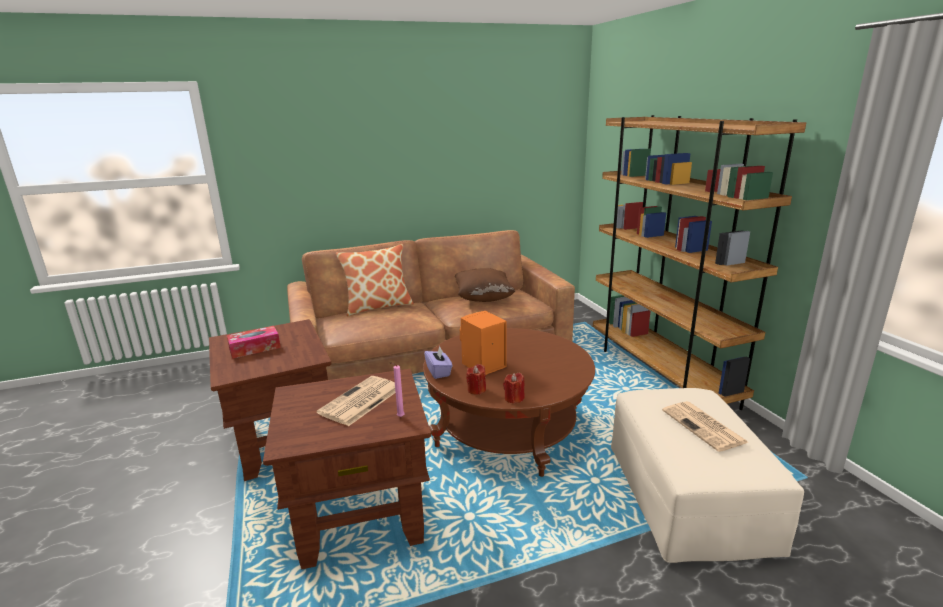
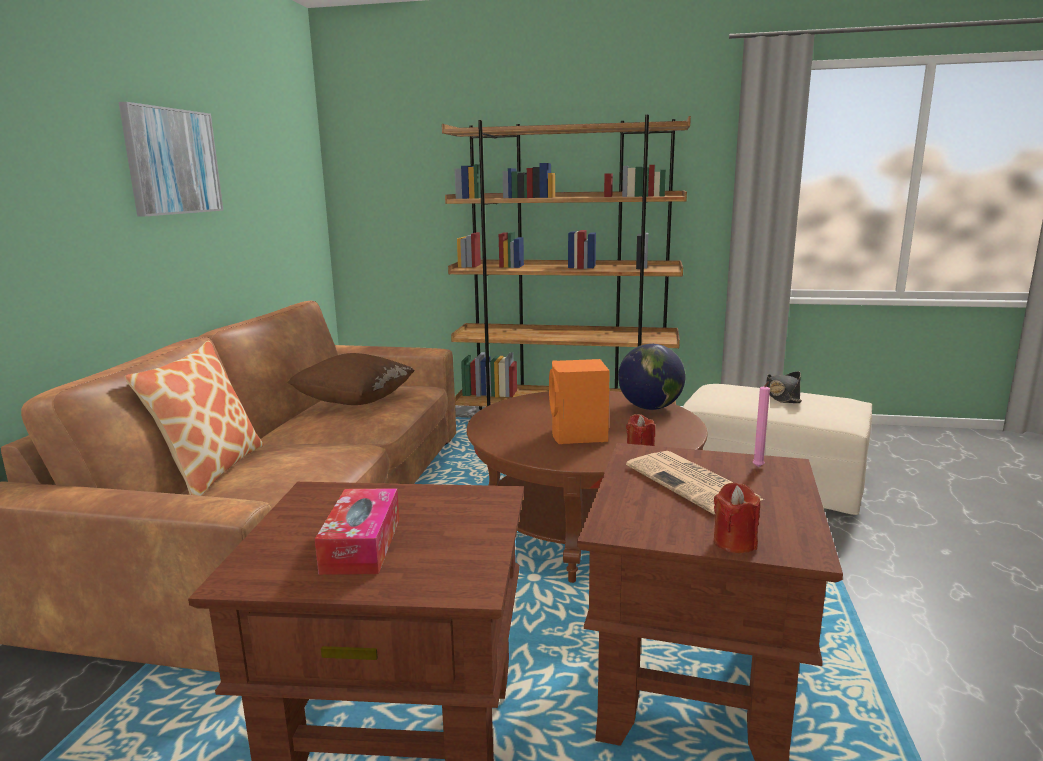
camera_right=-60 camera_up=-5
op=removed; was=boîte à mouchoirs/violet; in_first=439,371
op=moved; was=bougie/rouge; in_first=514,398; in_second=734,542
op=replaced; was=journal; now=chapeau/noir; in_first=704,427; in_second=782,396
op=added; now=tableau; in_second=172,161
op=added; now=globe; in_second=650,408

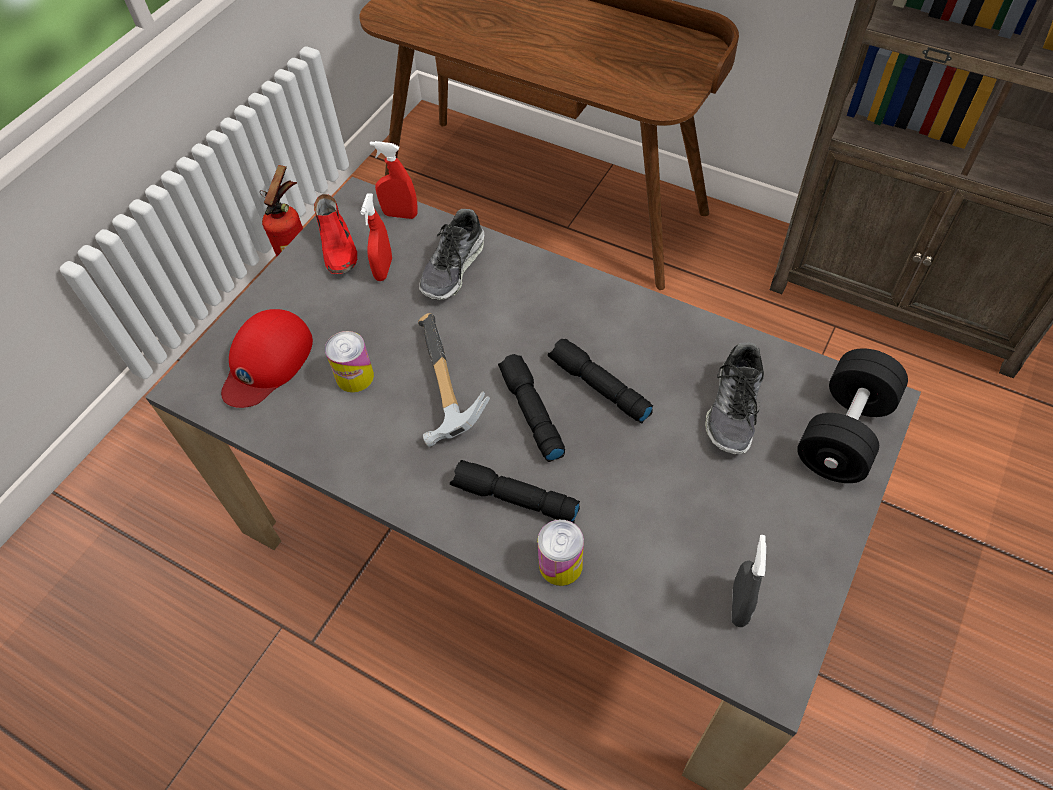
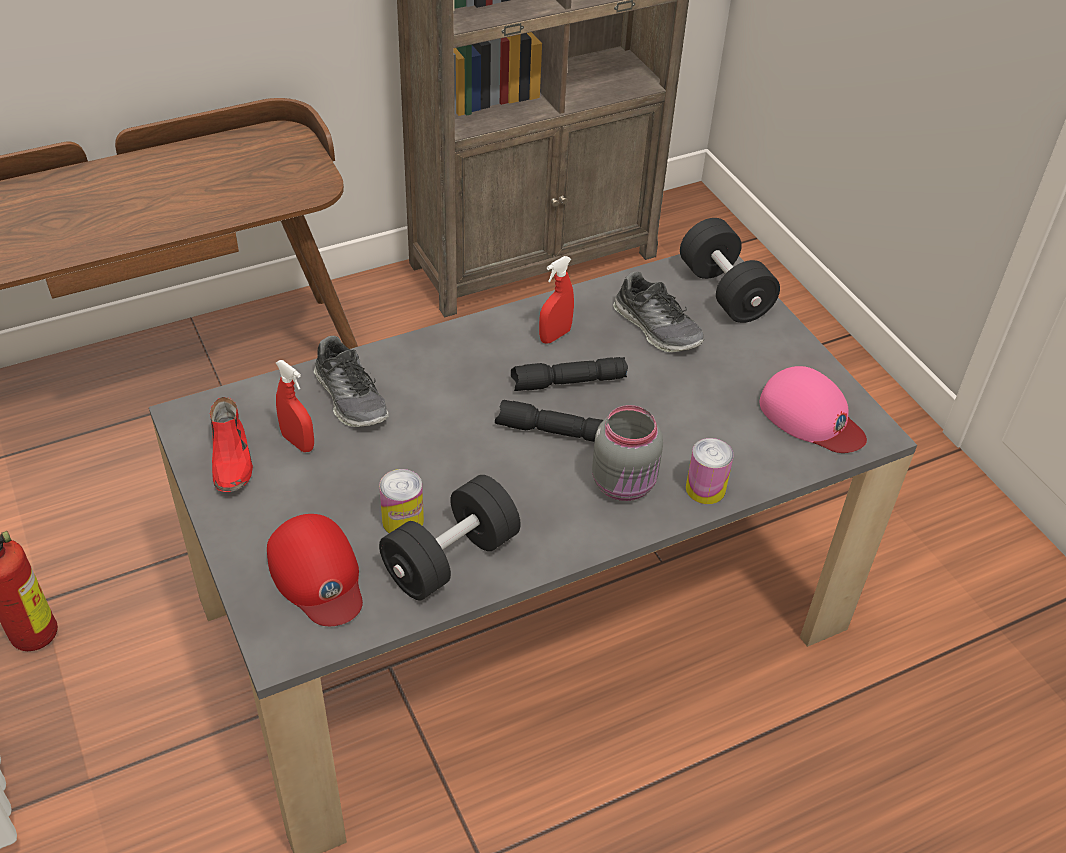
camera_right=-60 camera_up=-10
op=turned; was=chaussure/rouge; in_first=338,247; in_second=232,459; clockwise=60
op=moved; was=vaporisateur/rouge; in_first=400,214; in_second=555,336
op=removed; was=marteau; in_first=439,388
op=replaced; was=lampe de poche/noir; now=bocal/gris; in_first=513,499; in_second=625,484
op=replaced; was=vaporisateur/gris; now=casquette/rose; in_first=739,605; in_second=811,417
op=added; now=haltère/noir; in_second=450,558

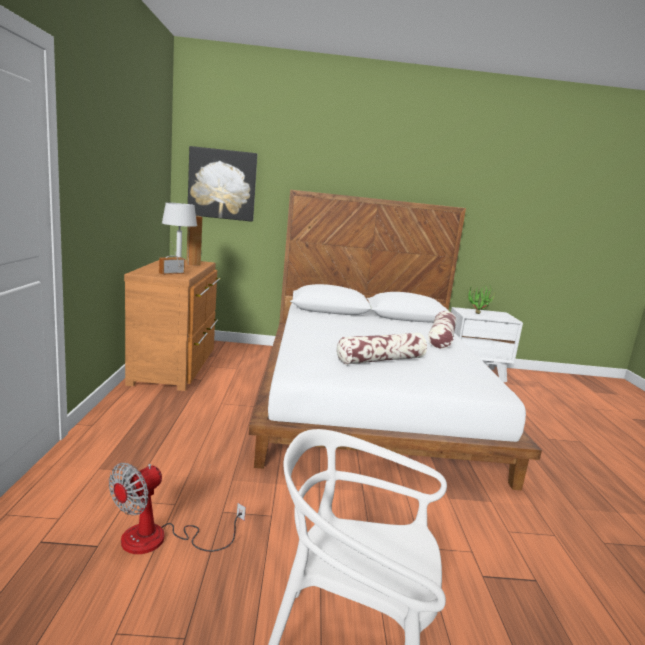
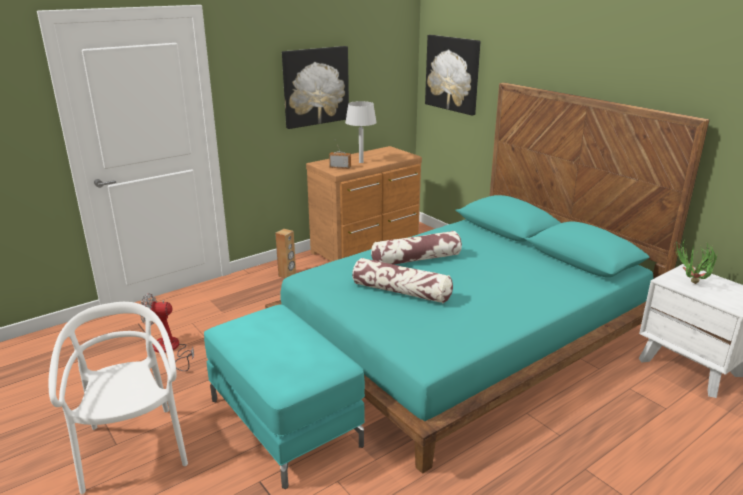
camera_right=55 camera_up=10
op=moved; was=enceinte/marron; in_first=193,264; in_second=287,275
op=recoloured; was=lit/blanc; now=lit/turquoise; in_first=370,401; in_second=465,338
op=moved; was=coussin; in_first=441,338; in_second=416,259
op=added; now=pouf/turquoise; in_second=285,422
op=added; now=tableau; in_second=315,86

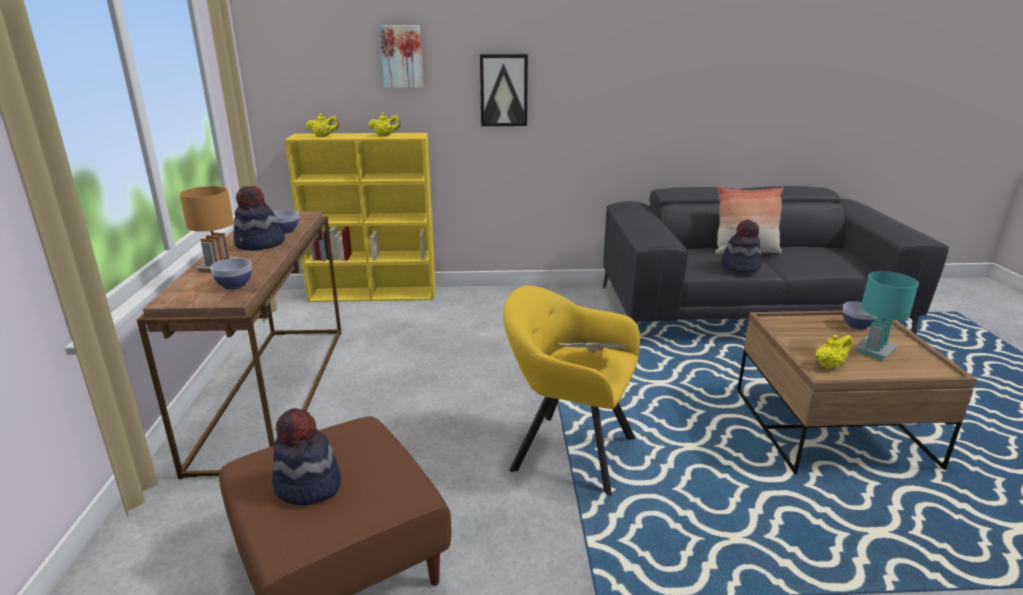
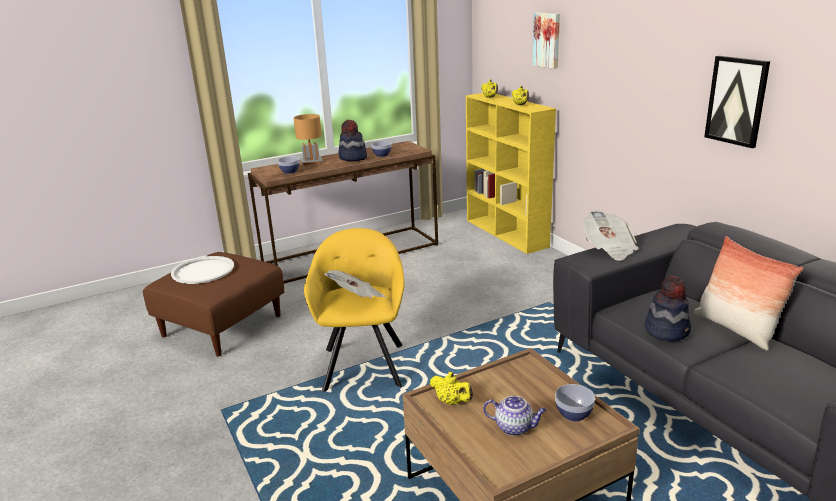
camera_right=65 camera_up=0
op=replaced; was=chapeau; now=plateau/blanc; in_first=307,486; in_second=203,271
op=moved; was=tableau; in_first=503,90; in_second=737,101
op=replaced; was=lampe de table/turquoise; now=théière; in_first=874,350; in_second=514,427
op=added; now=journal; in_second=608,249

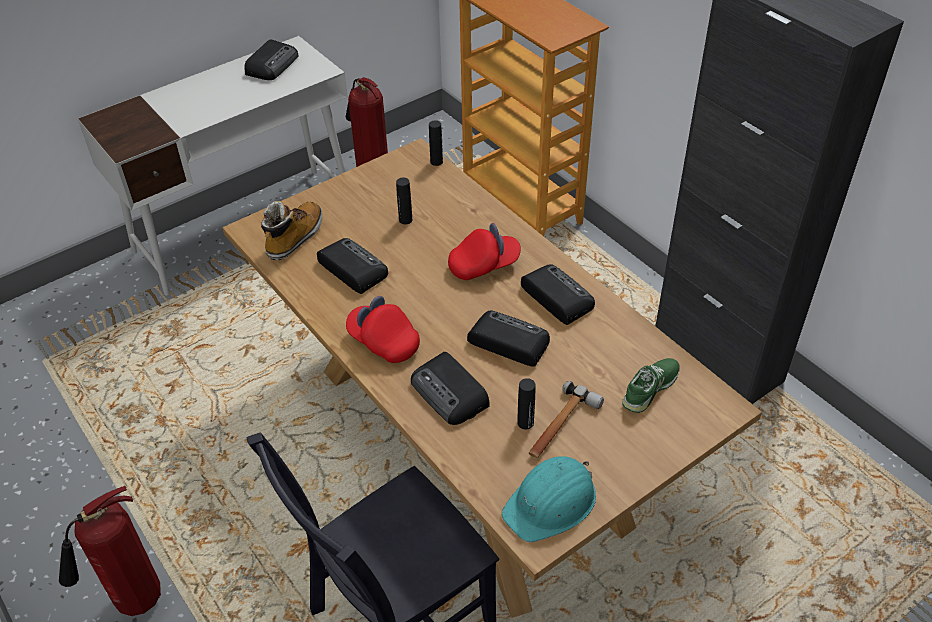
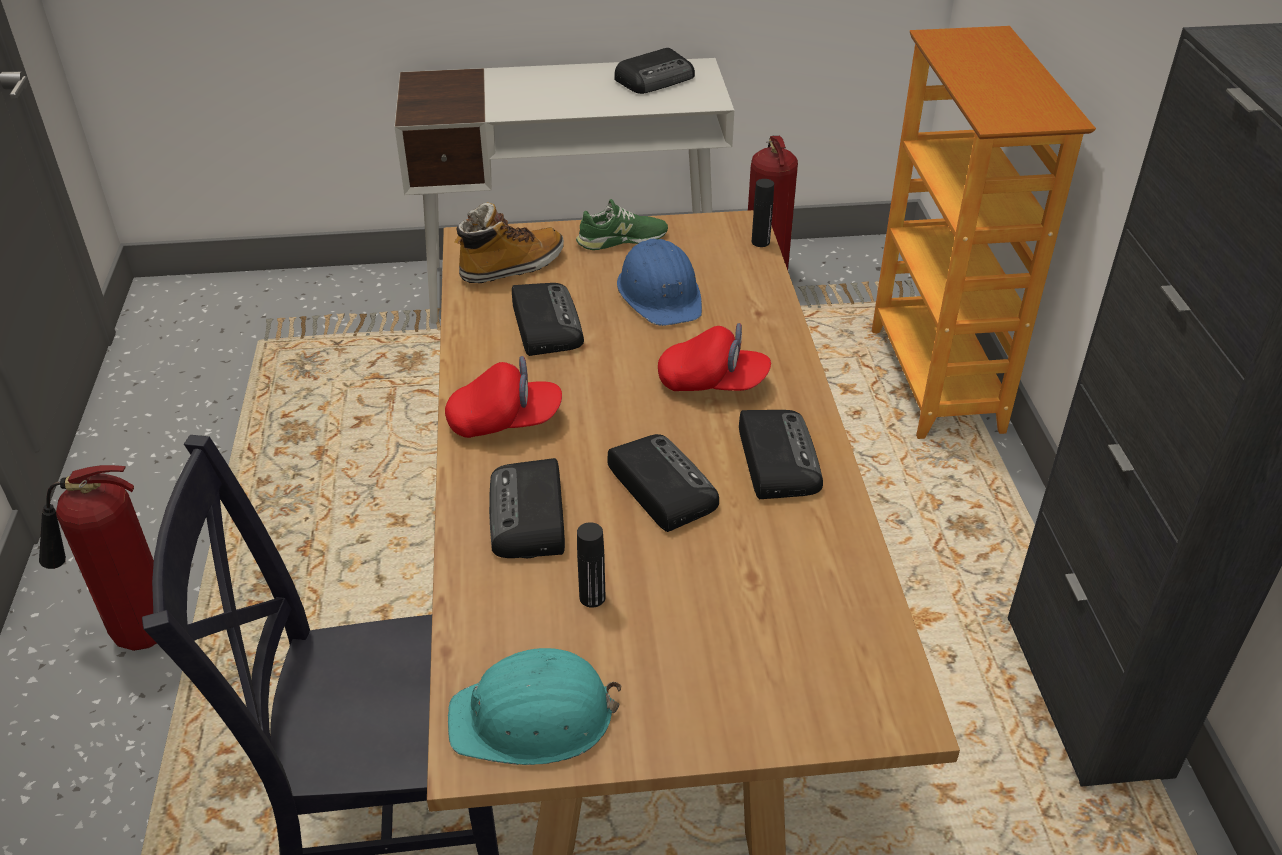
camera_right=30 camera_up=-5
op=turned; was=casquette/rouge; in_first=383,342; in_second=505,421; clockwise=105
op=replaced; was=bouteille/noir; now=casque de chantier/bleu; in_first=405,220; in_second=660,294
op=removed; was=marteau; in_first=560,426
op=moved; was=chaussure/vert; in_first=650,388; in_second=622,239

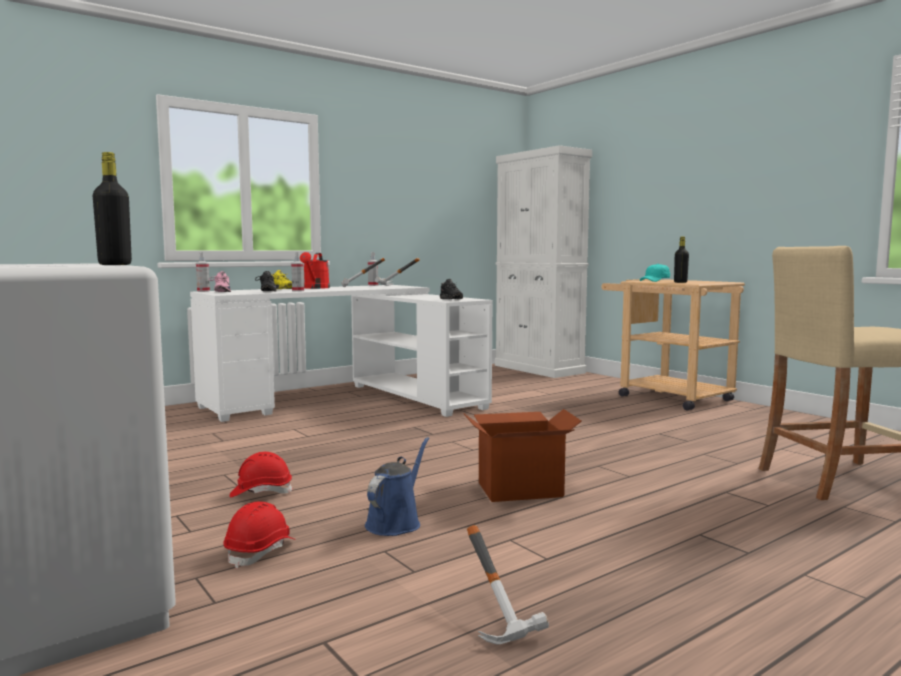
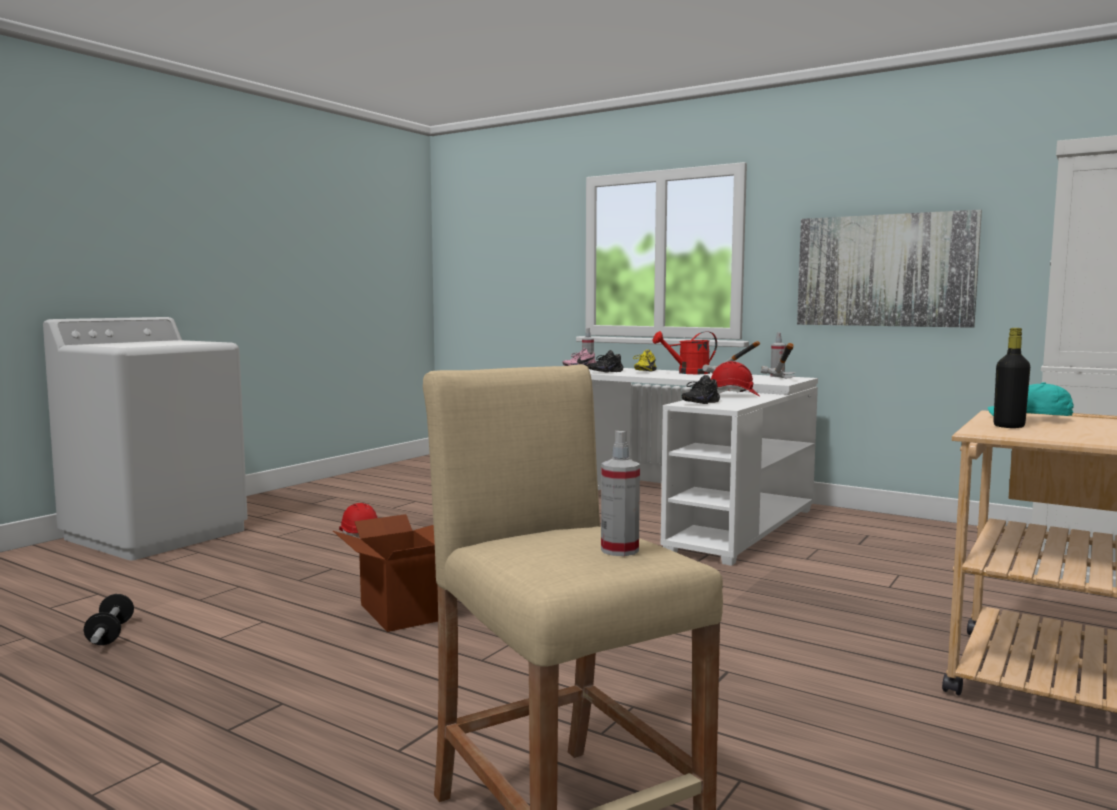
camera_right=70 camera_up=0
op=removed; was=bouteille/noir; in_first=115,264
op=moved; was=casque de chantier/rouge; in_first=260,551; in_second=733,396
op=moved; was=vaporisateur; in_first=298,291; in_second=619,550
op=removed; was=arrosoir/bleu; in_first=395,522
op=replaced; was=marteau; now=haltère; in_first=504,618; in_second=110,634
op=added; now=tableau; in_second=884,270

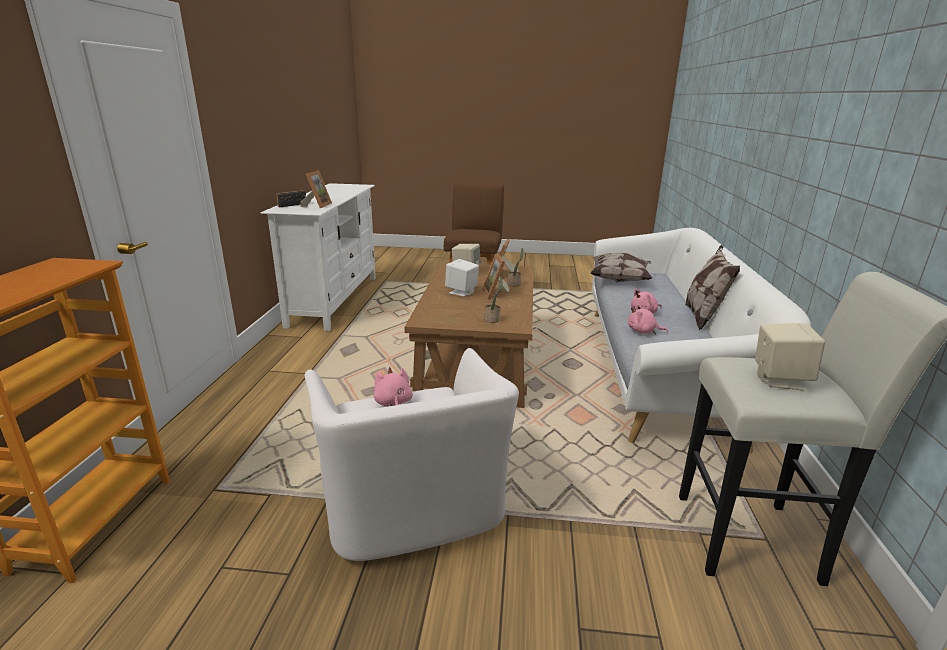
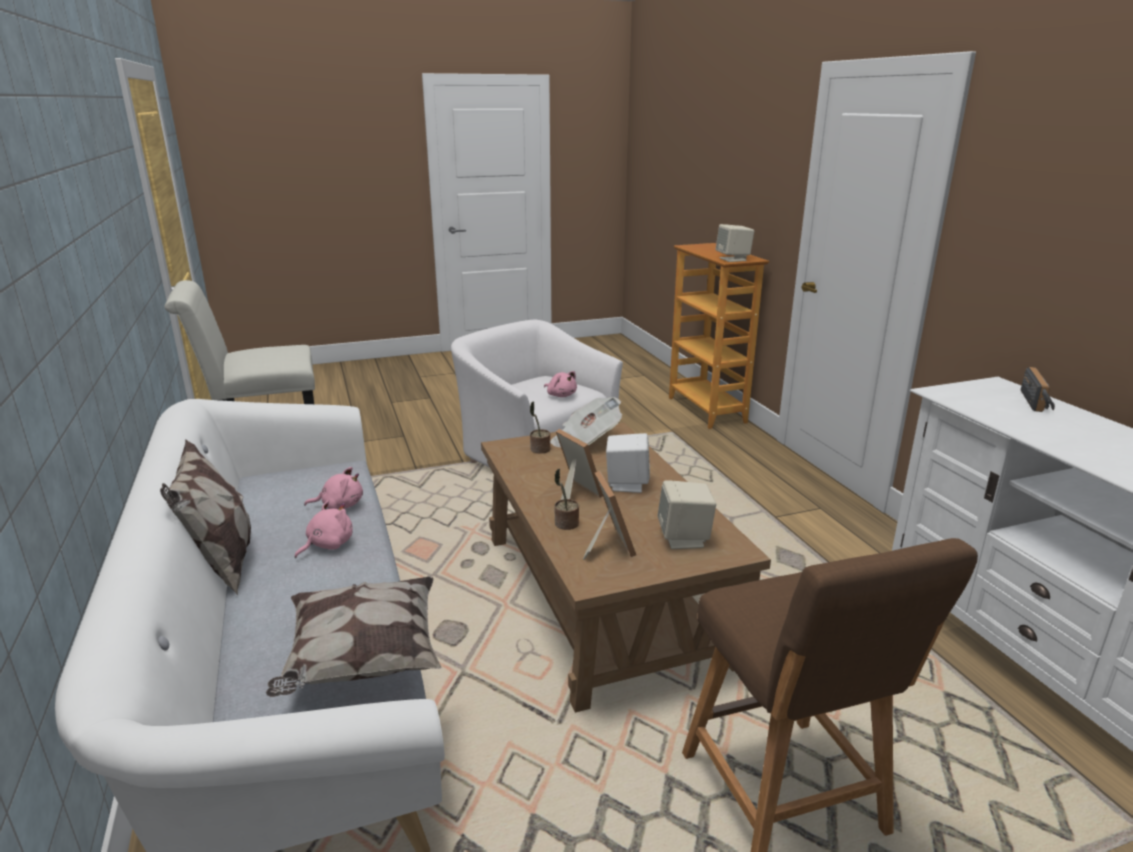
camera_right=155 camera_up=0
op=removed; was=cadre photo; in_first=317,205
op=moved; was=enceinte/beige; in_first=779,379; in_second=733,259
op=added; now=journal; in_second=585,441

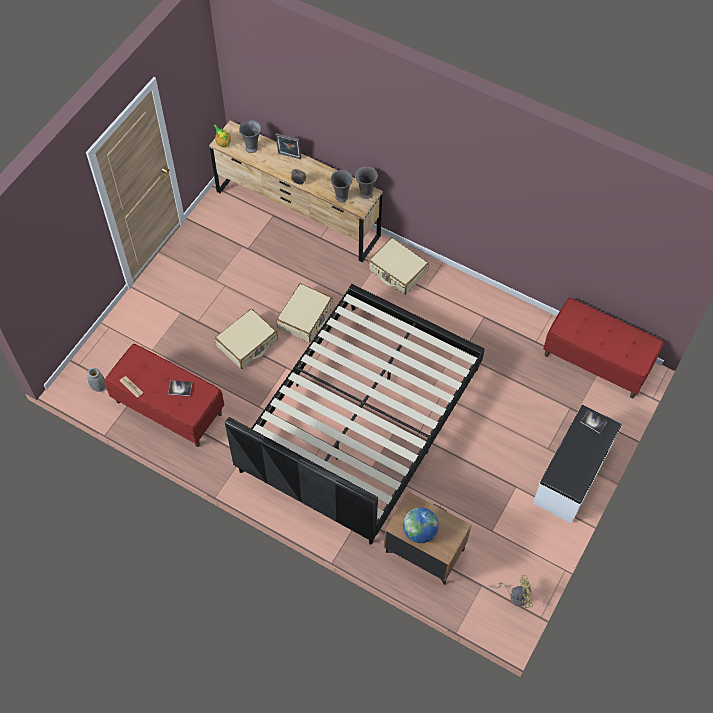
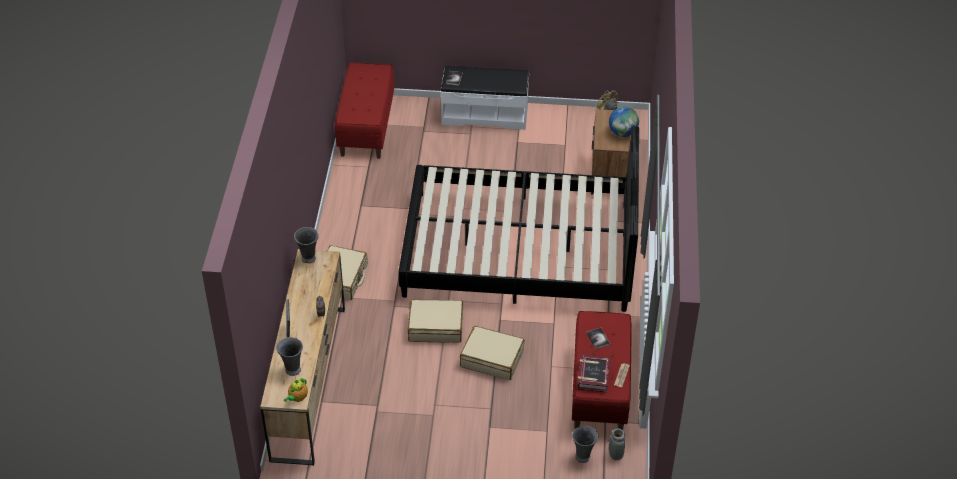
camera_right=-115 camera_up=-15
op=moved; was=vase/gris; in_first=341,198; in_second=583,456
op=added; now=livre; in_second=593,376

